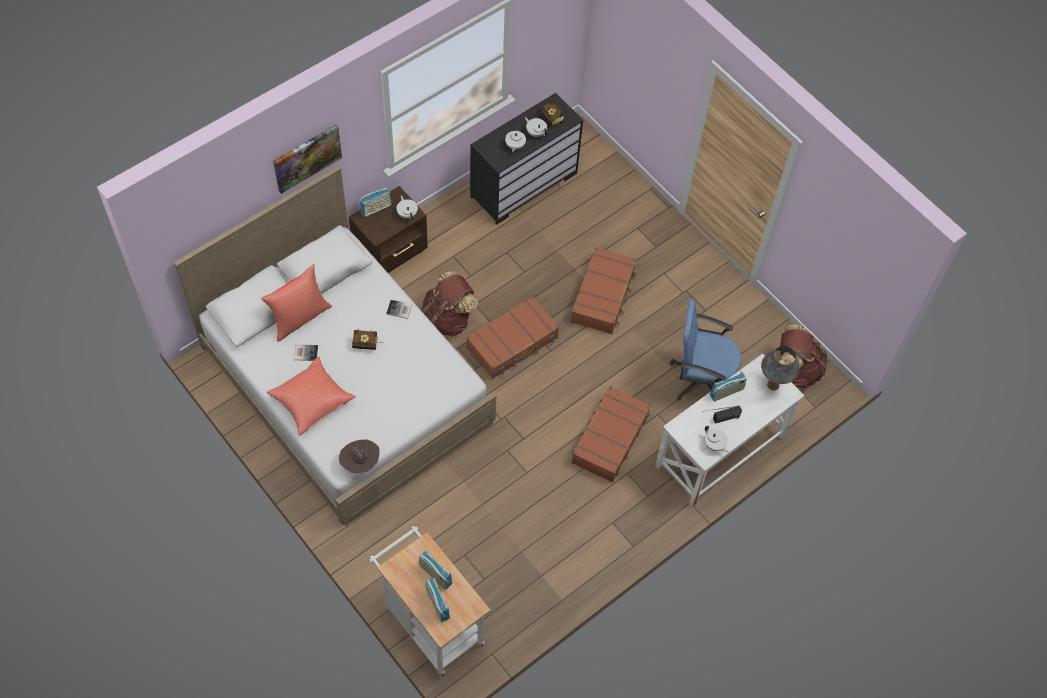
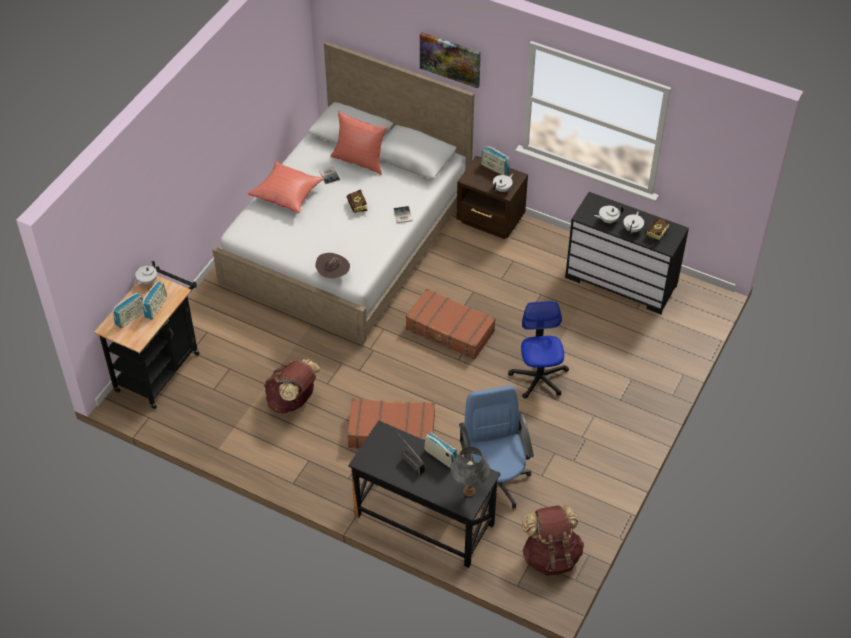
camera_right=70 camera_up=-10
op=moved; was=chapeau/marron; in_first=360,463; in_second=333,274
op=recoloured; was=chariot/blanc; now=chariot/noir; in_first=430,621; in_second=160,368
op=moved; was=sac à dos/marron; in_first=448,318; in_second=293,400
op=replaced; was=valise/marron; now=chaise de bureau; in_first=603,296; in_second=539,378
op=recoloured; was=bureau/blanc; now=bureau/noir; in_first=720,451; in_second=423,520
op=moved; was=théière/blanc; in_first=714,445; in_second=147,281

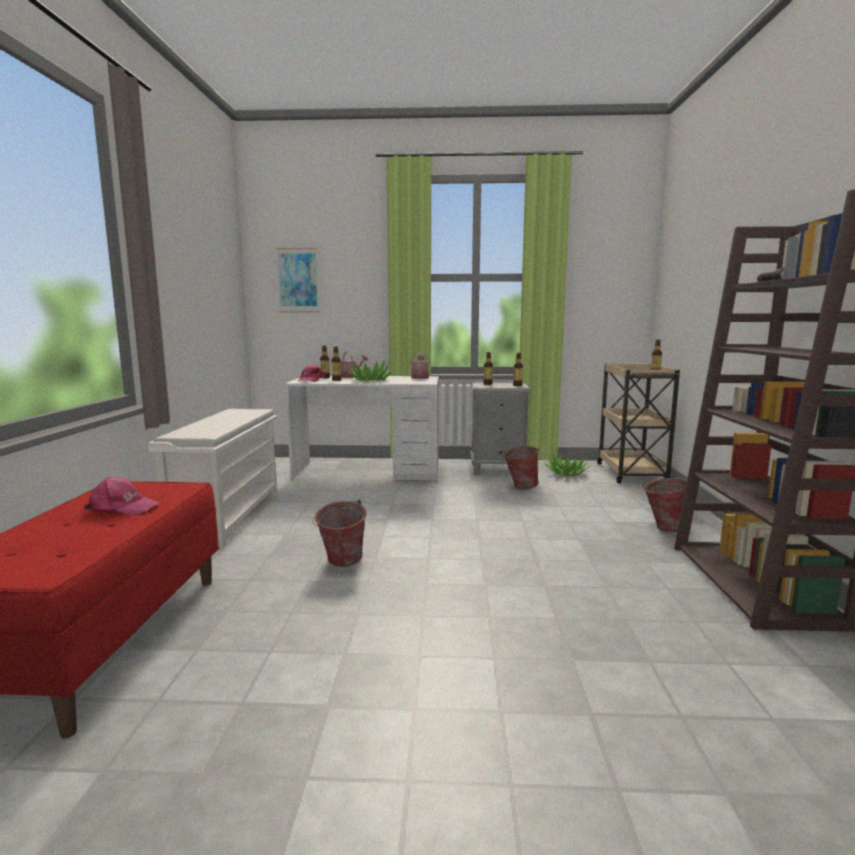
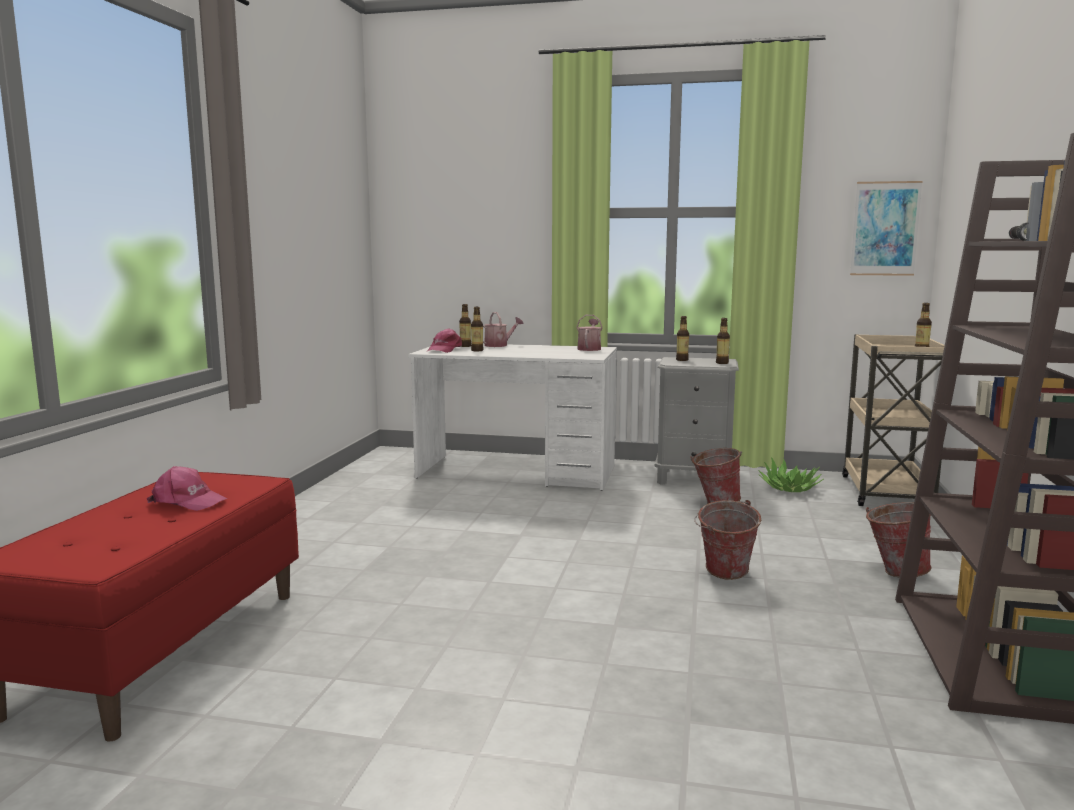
camera_right=10 camera_up=0
op=removed; was=étagère à chaussures/blanc; in_first=228,515
op=moved; was=tableau; in_first=298,280; in_second=885,228
op=moved; was=seau; in_first=341,563; in_second=724,575
op=removed; was=plante en pot; in_first=370,380

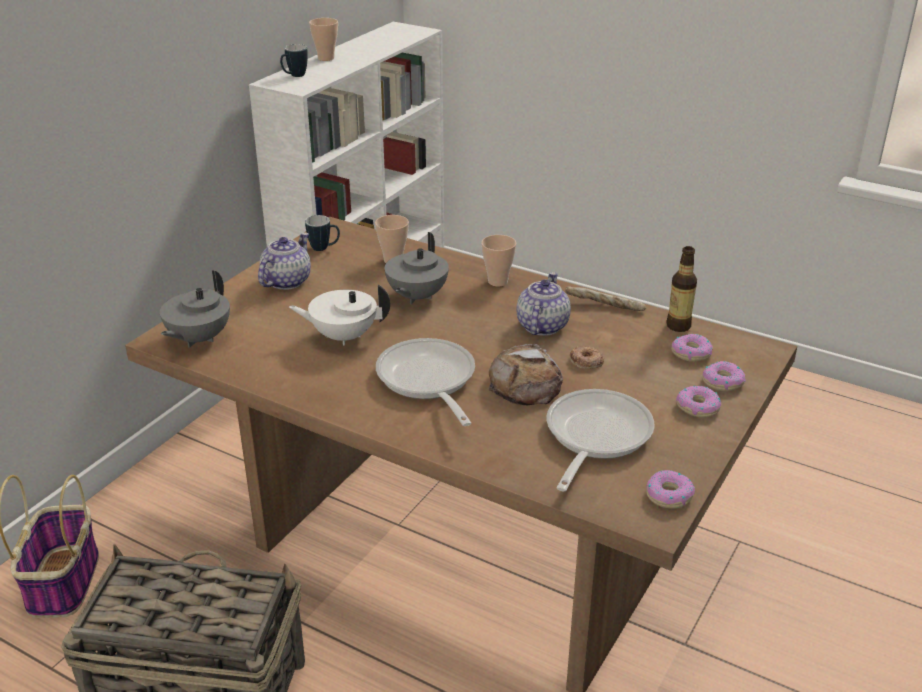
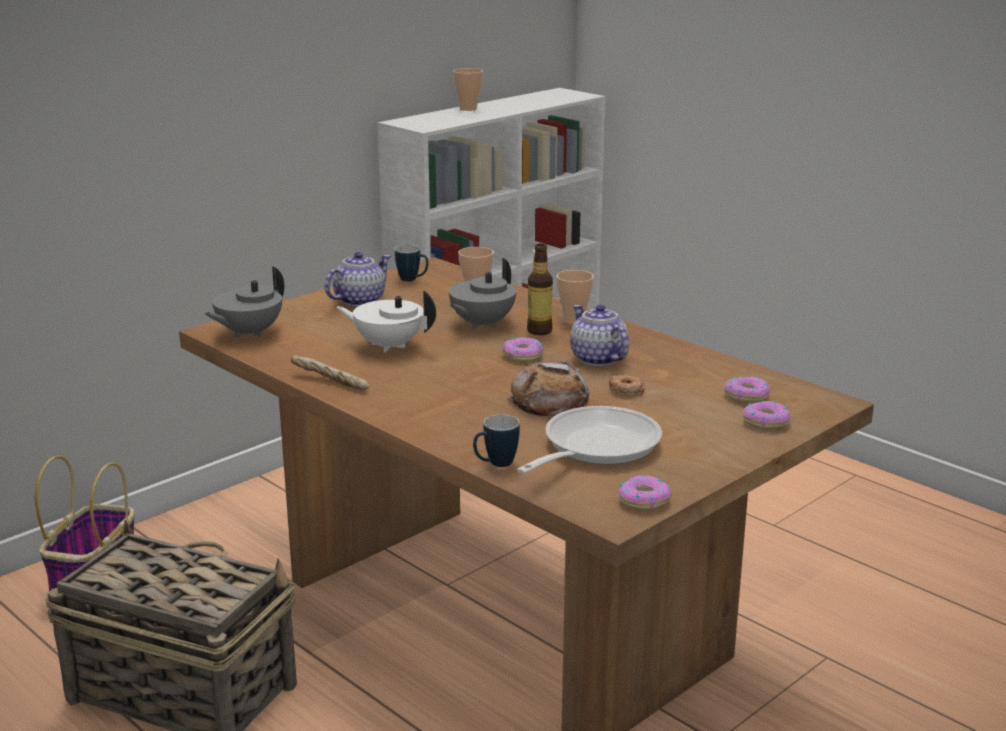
camera_right=15 camera_up=-10
op=moved; was=mug; in_first=294,76; in_second=495,464
op=removed; was=poêle; in_first=428,381
op=turned; was=théière; in_first=541,326; in_second=597,358; clockwise=-60
op=moved; was=pain; in_first=604,306; in_second=329,382
op=moved; was=bouteille; in_first=678,326; in_second=539,331
op=moved; was=beignet; in_first=697,407; in_second=522,356

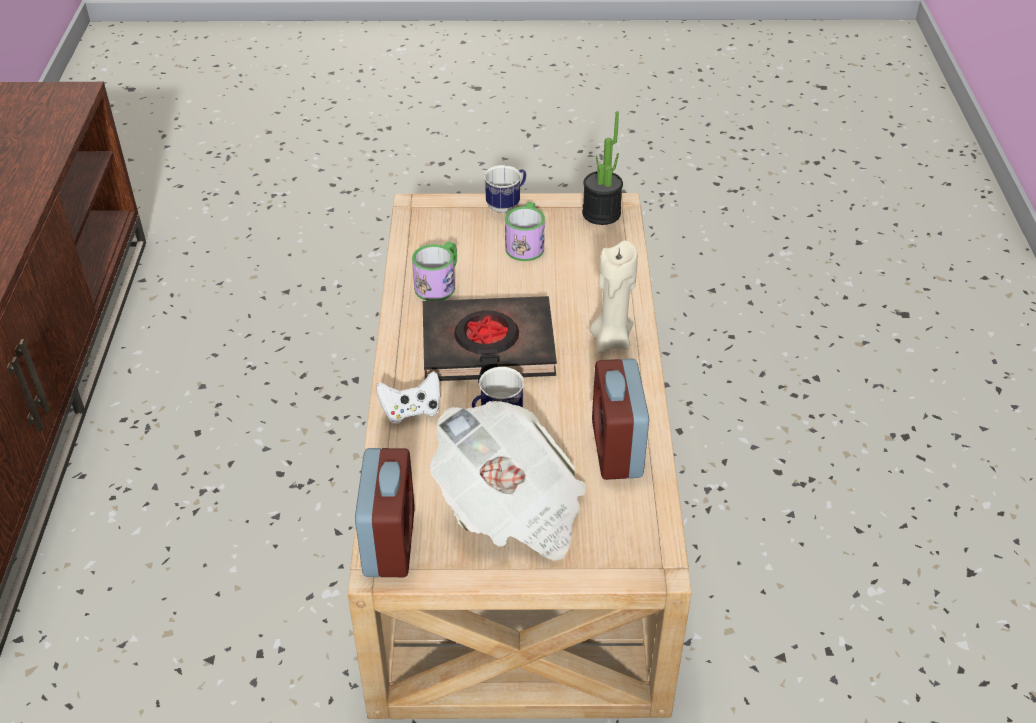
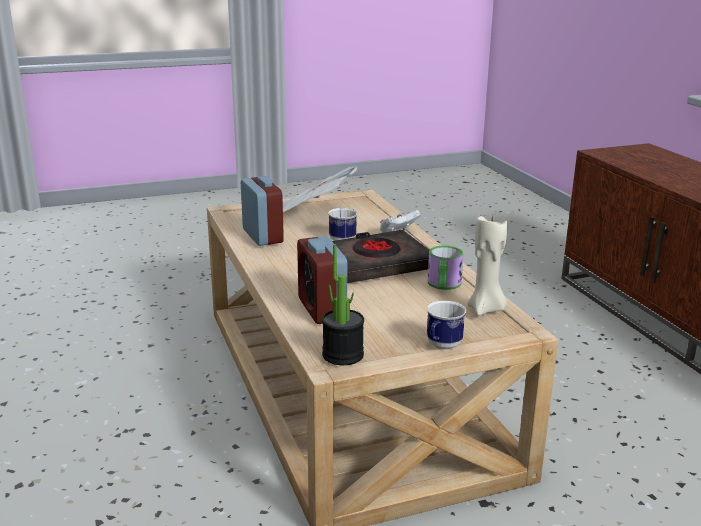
camera_right=160 camera_up=-20
op=moved; was=réveil; in_first=389,542; in_second=322,309
op=removed; was=mug; in_first=526,244
op=moved; was=bougie/beige; in_first=611,340; in_second=486,309

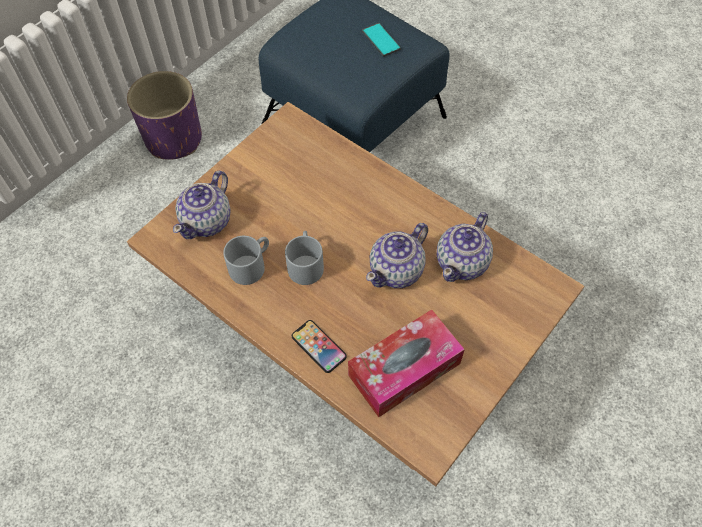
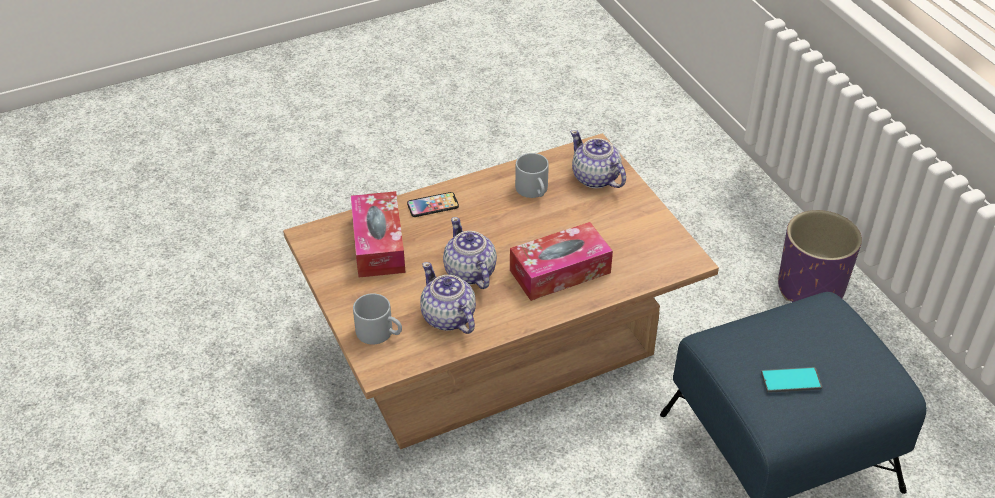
camera_right=115 camera_up=-15
op=moved; was=mug/gris; in_first=305,264; in_second=380,332
op=added; now=boîte à mouchoirs; in_second=560,271

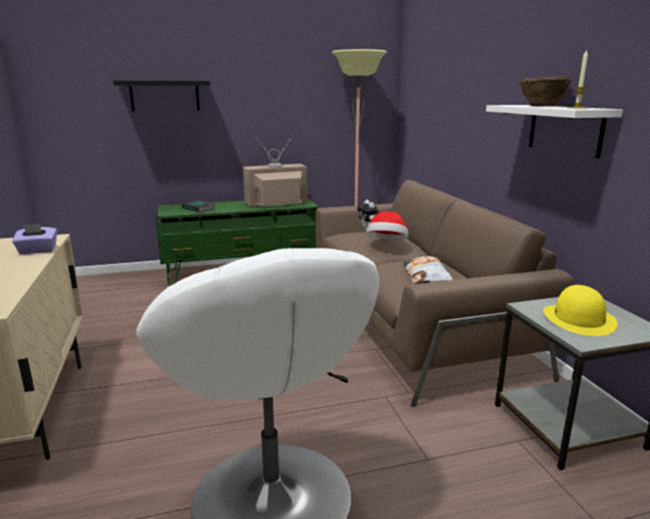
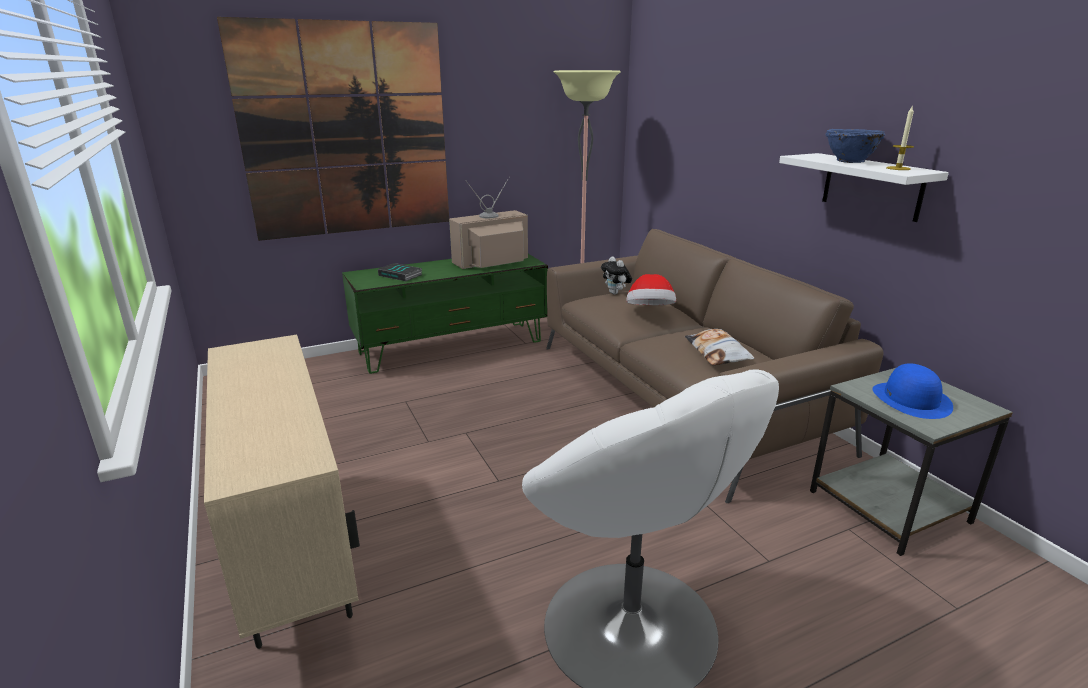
camera_right=-10 camera_up=5
op=removed; was=boîte à mouchoirs/violet; in_first=37,251
op=replaced; was=étagère/noir; now=tableau; in_first=165,96; in_second=347,131
op=recoloured; was=bol/marron; now=bol/bleu; in_first=541,106; in_second=849,161
op=recoloured; was=chapeau/jaune; now=chapeau/bleu; in_first=579,319; in_second=911,400

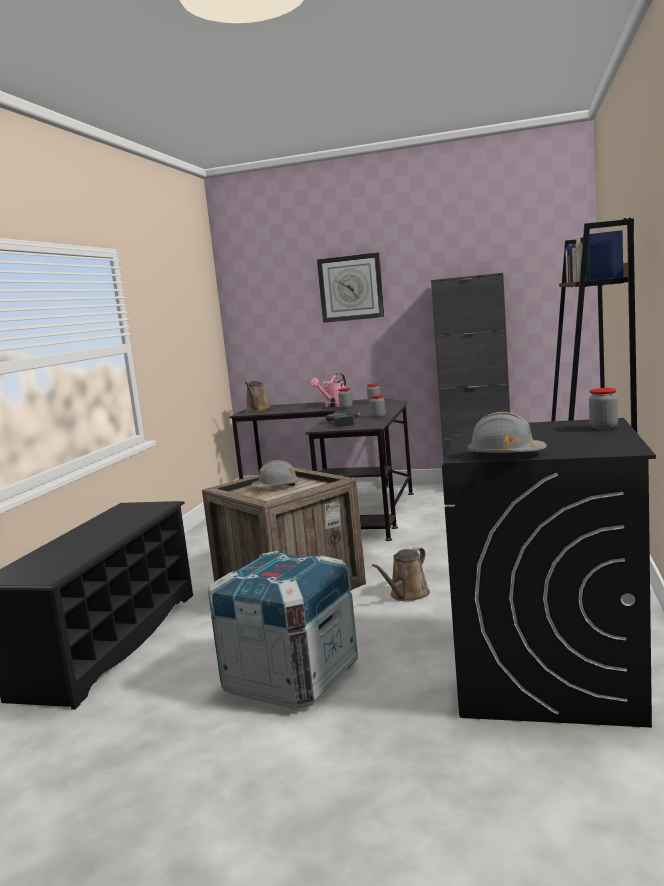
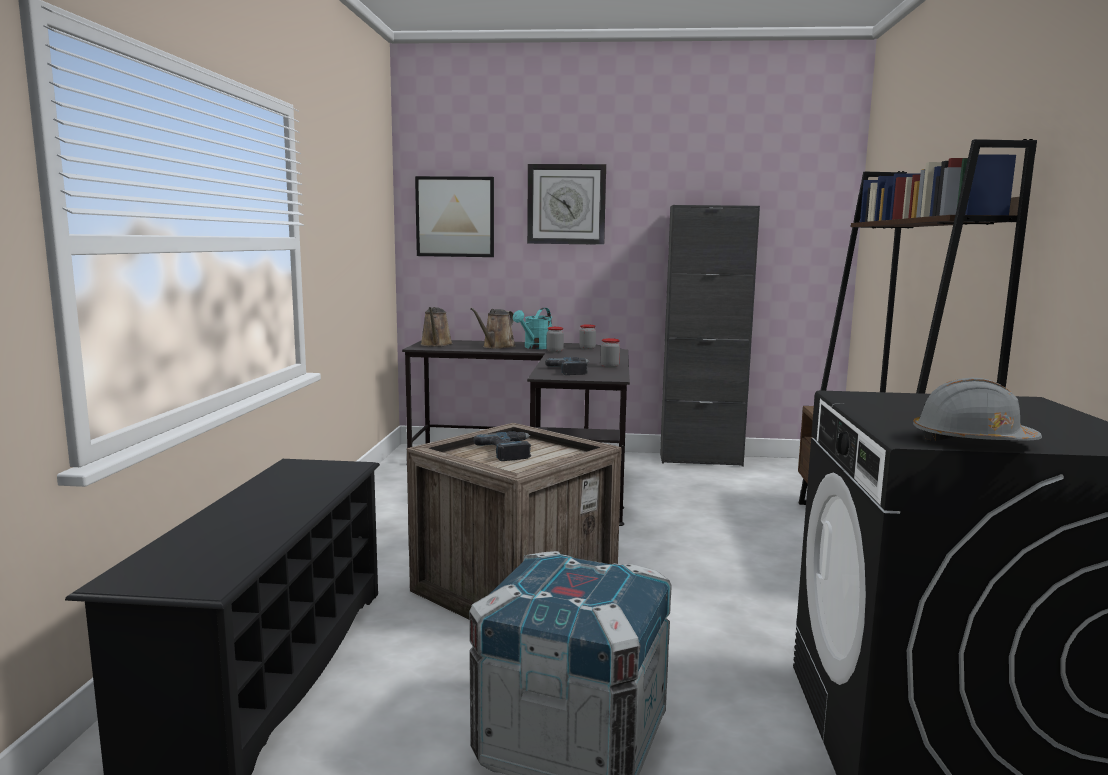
camera_right=-10 camera_up=0
op=replaced; was=casque de chantier/gris; now=perceuse; in_first=276,487; in_second=510,451
op=recoloured; was=arrosoir/rose; now=arrosoir/turquoise; in_first=333,406; in_second=535,348
op=moved; was=arrosoir/marron; in_first=407,595; in_second=497,347
op=removed; was=bocal; in_first=603,427
op=added; now=tableau; in_second=455,217

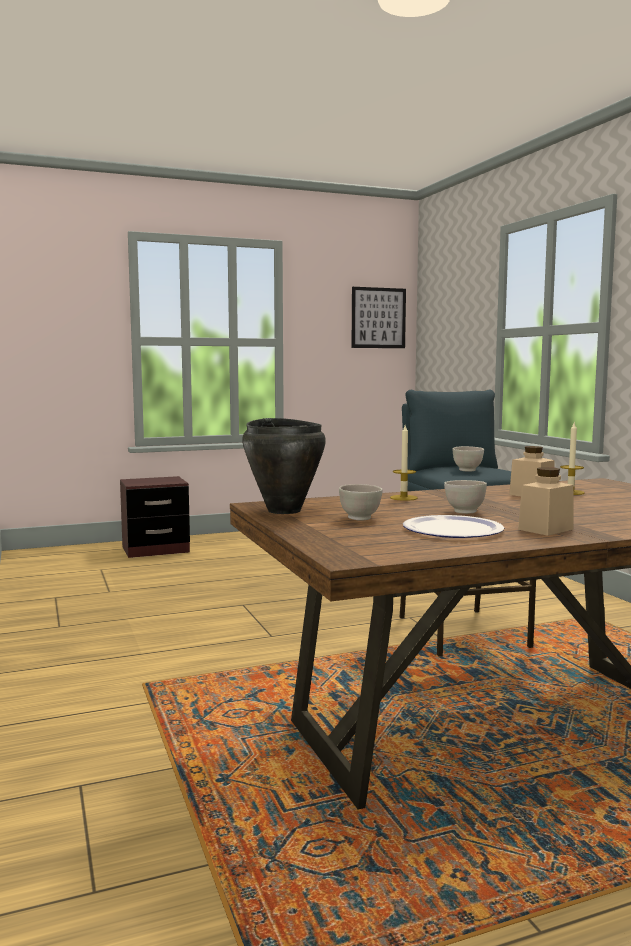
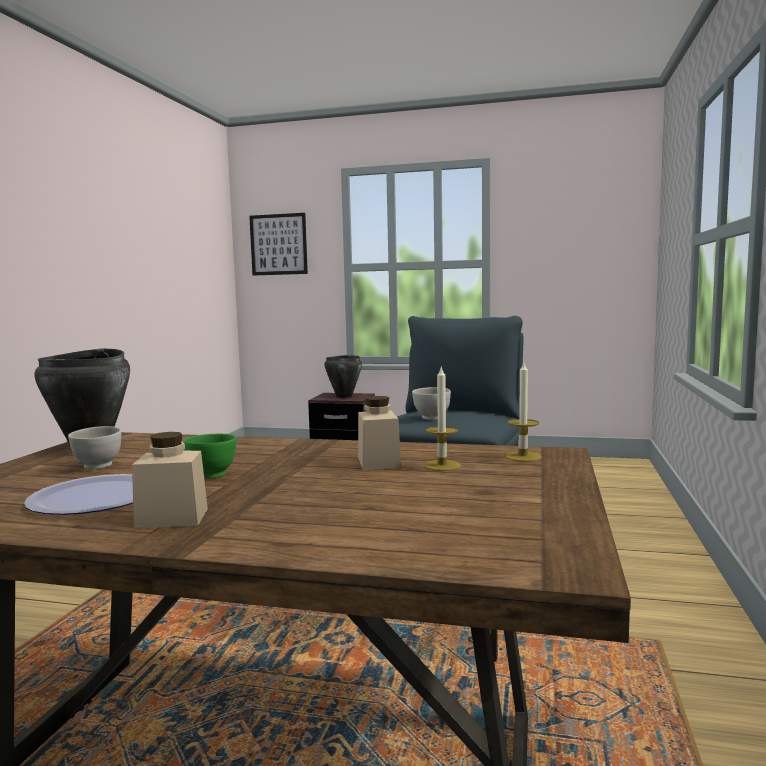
camera_right=35 camera_up=0
op=moved; was=tableau; in_first=378,318; in_second=278,244
op=moved; was=bougie; in_first=403,498; in_second=523,456
op=recoloured; was=bol/blanc; now=bol/vert; in_first=464,511; in_second=212,474
op=added; now=marmite/noir; in_second=343,397

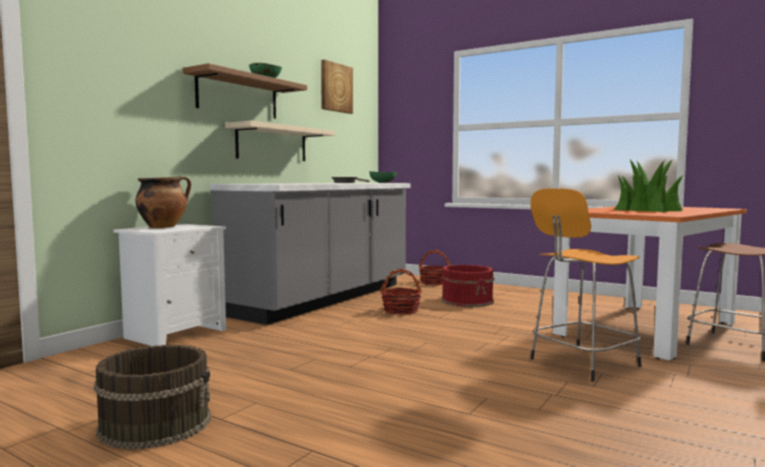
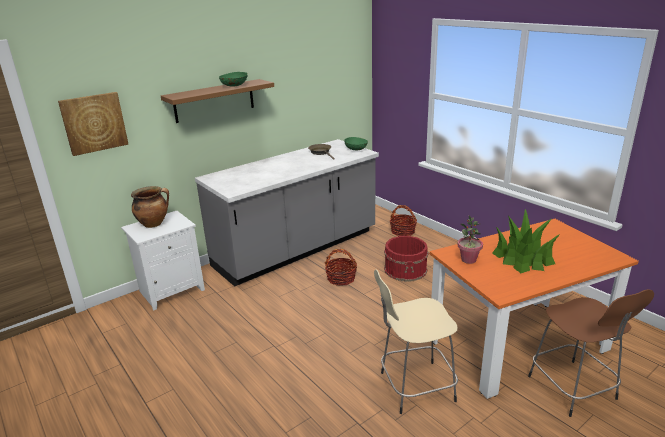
camera_right=20 camera_up=20
op=removed; was=seau/marron; in_first=156,423
op=removed; was=étagère/beige; in_first=272,143
op=moved; was=tableau; in_first=335,87; in_second=94,123
op=recoloured; was=tabouret/orange; now=tabouret/beige; in_first=581,363; in_second=414,387
op=added; now=plante en pot; in_second=468,260

